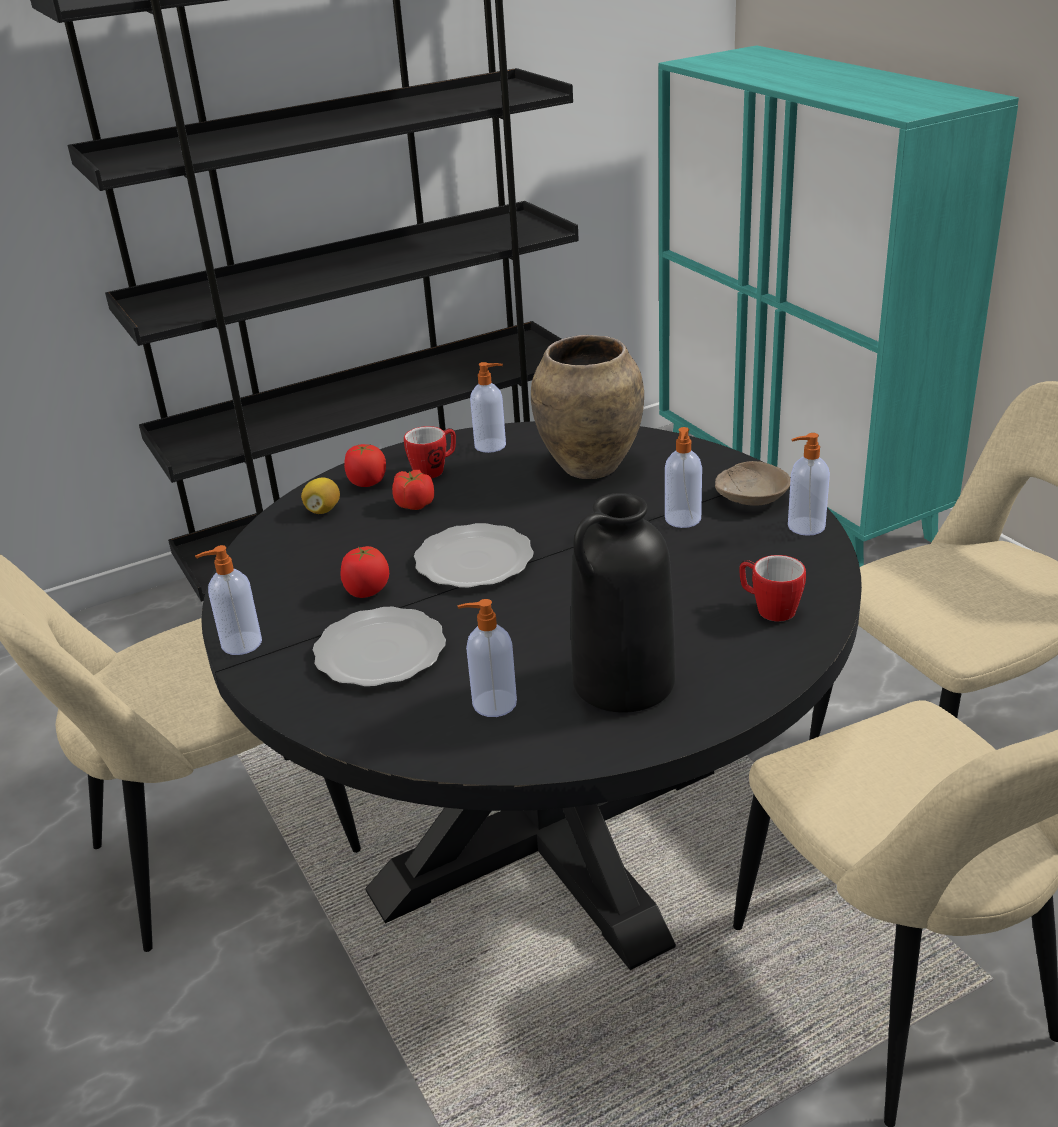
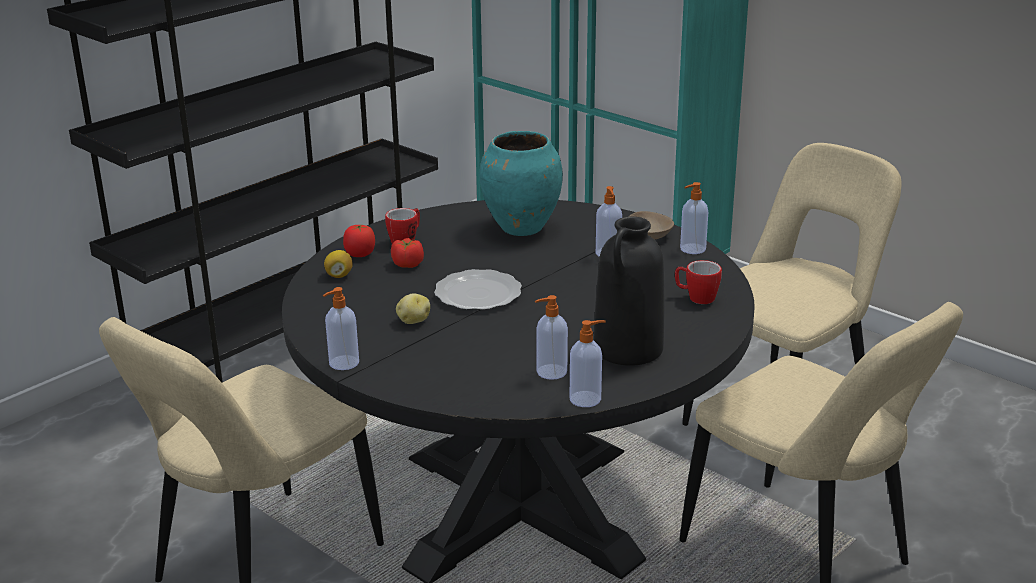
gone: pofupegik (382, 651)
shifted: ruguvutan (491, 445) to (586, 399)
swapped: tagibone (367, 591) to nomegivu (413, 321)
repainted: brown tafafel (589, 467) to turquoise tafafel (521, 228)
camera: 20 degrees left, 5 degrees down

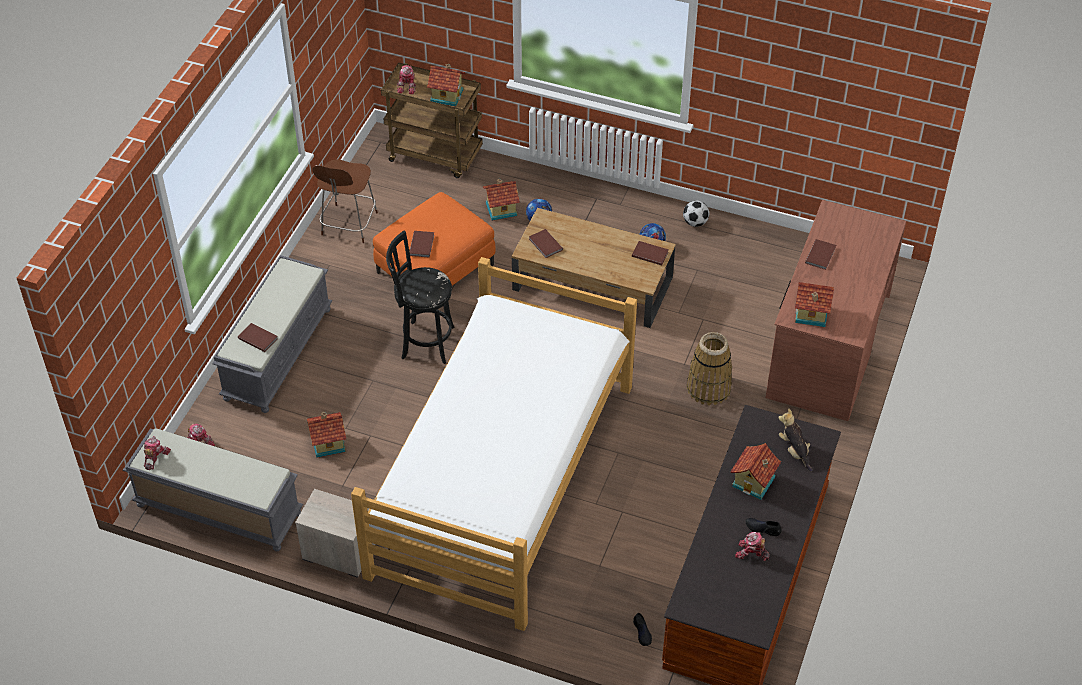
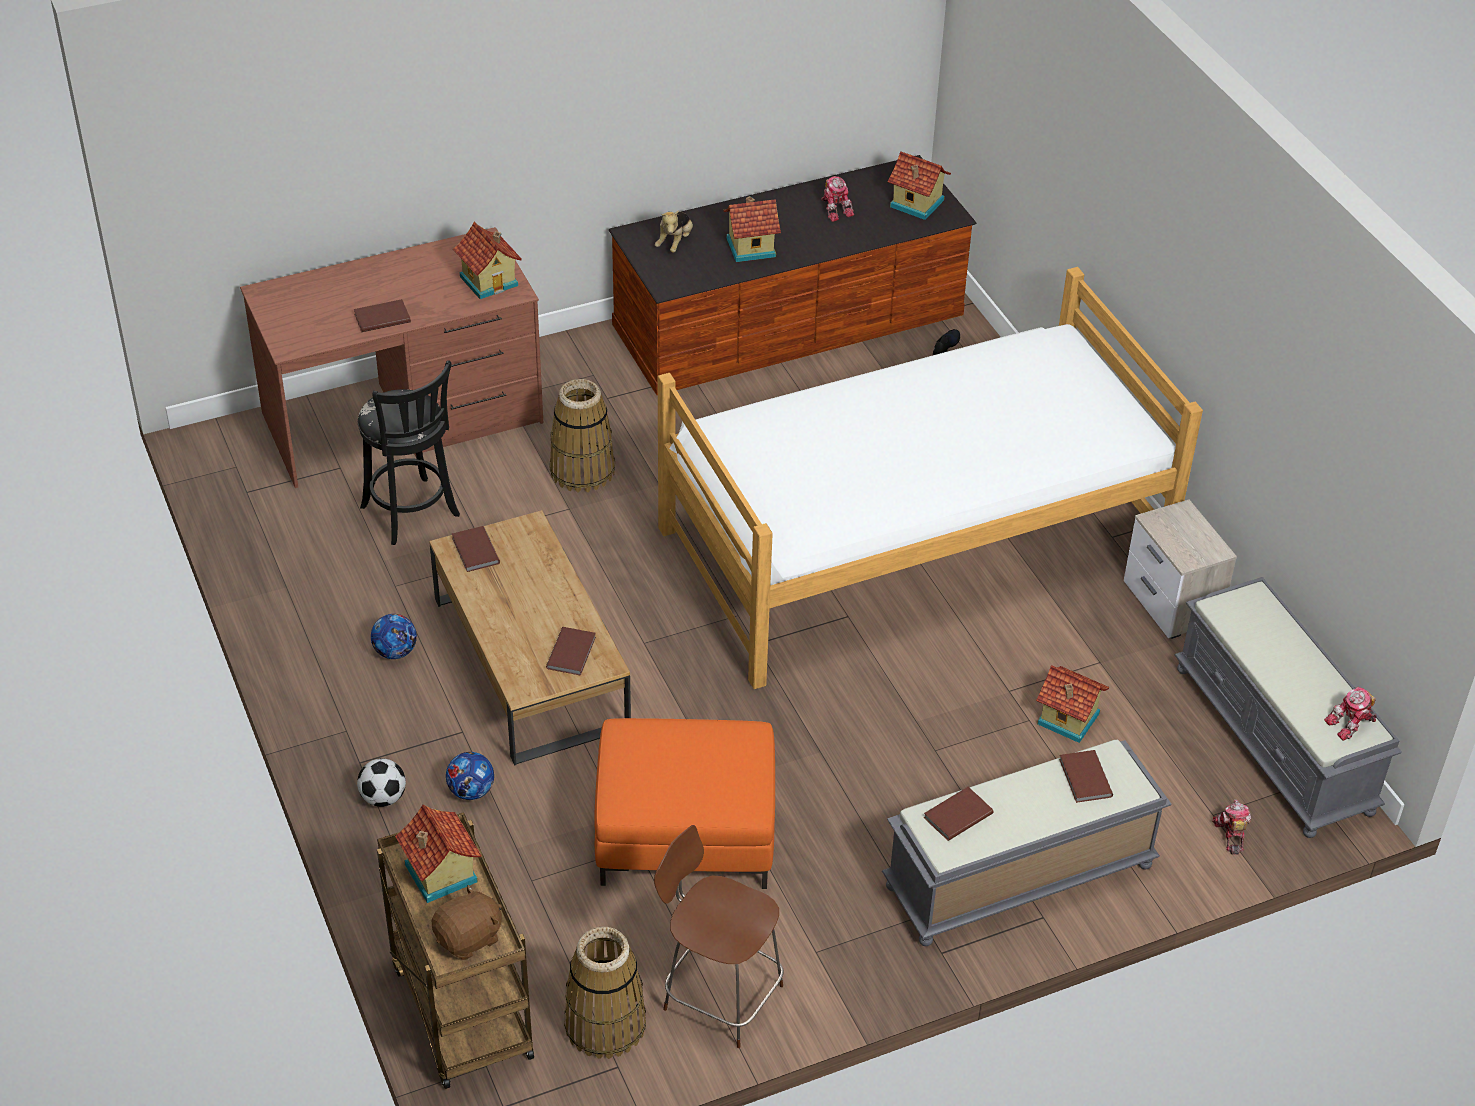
gone: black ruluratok (762, 528)
new: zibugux (604, 1024)
shifted: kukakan (501, 208) to (916, 204); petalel (695, 222) to (383, 798); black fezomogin (424, 342) to (412, 514); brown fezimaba (422, 245) to (956, 815)
swapped: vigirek (408, 86) to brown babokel (469, 938)
rotated: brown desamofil (348, 225) = (719, 995) 120 degrees counterclockwise
camera: 135 degrees left, 5 degrees down

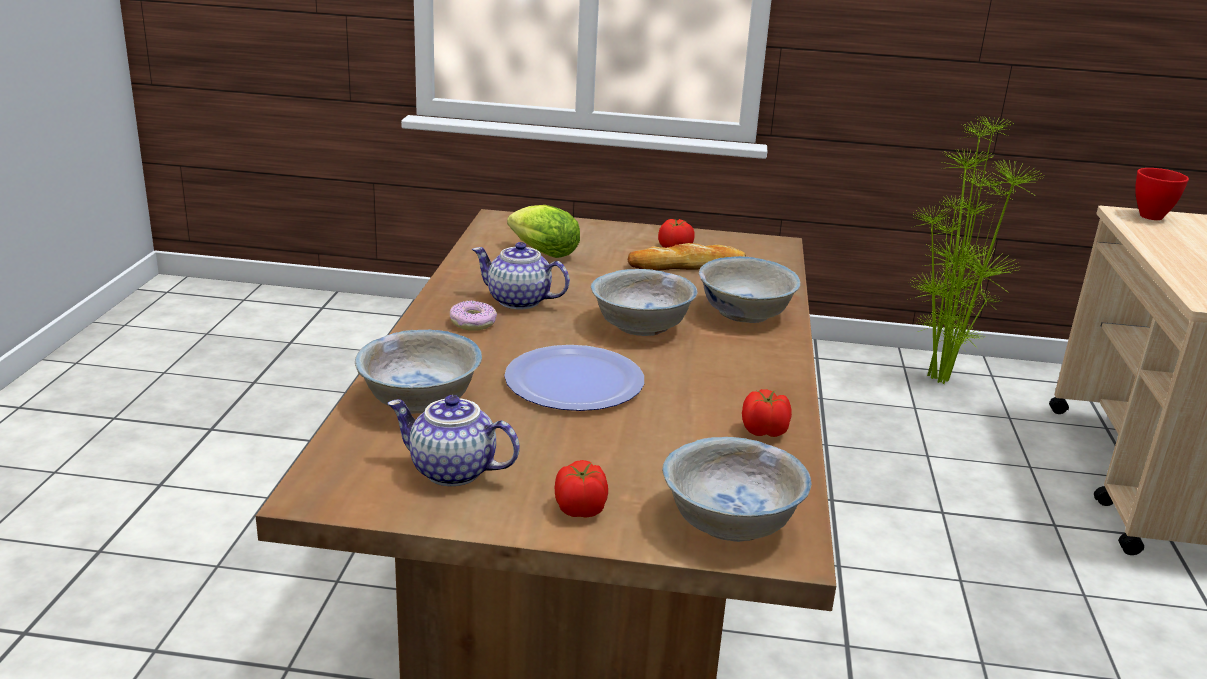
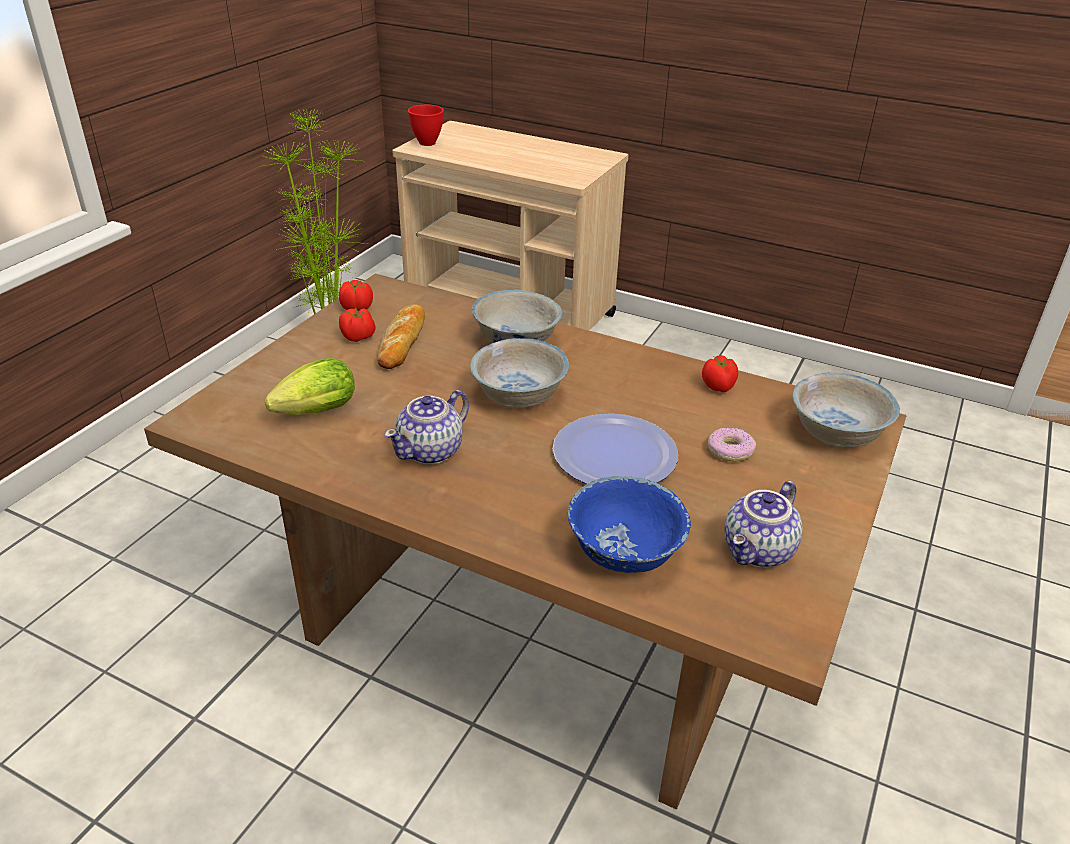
shifted: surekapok (473, 323) to (729, 450); tagibone (579, 510) to (357, 308)
repainted: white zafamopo (420, 399) to blue zafamopo (624, 550)
camera: 70 degrees left, 10 degrees up

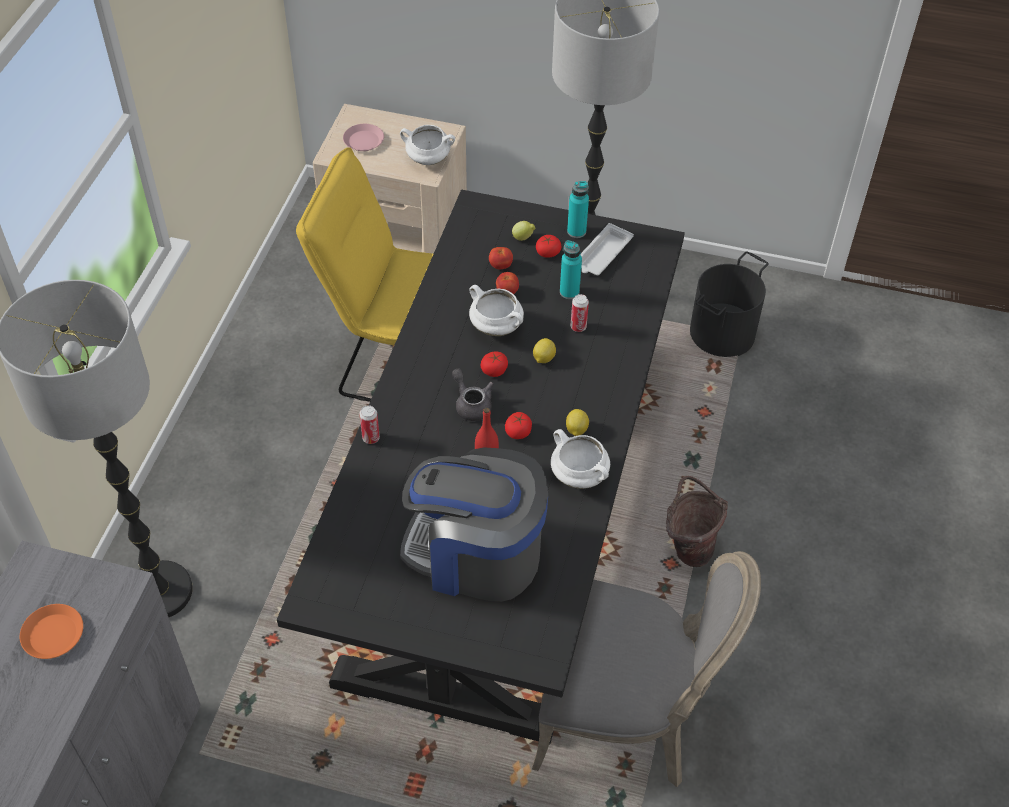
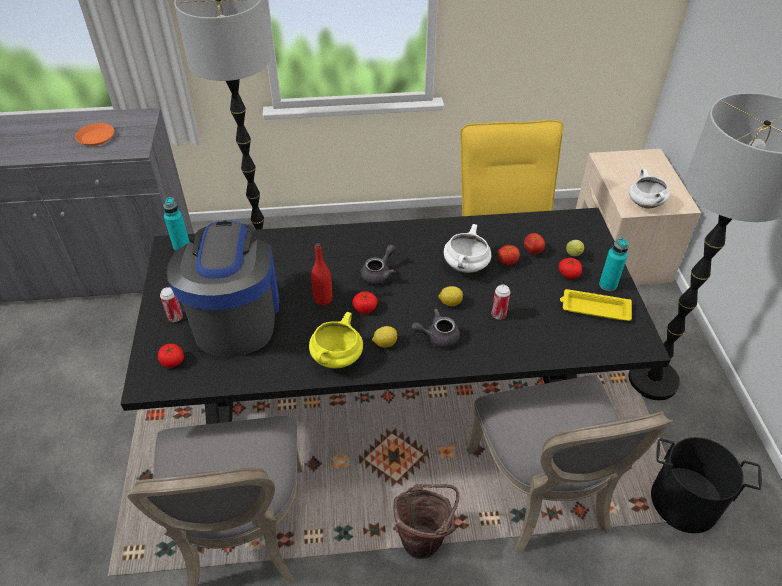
gone: pink pofupegik (363, 141)
new: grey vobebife (437, 337); grey desamofil (544, 493)
shifted: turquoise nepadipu (569, 292) to (181, 246); tagibone (494, 370) to (172, 361); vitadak (371, 438) to (175, 317)
repainted: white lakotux (602, 254) to yellow lakotux (594, 308); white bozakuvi (580, 476) to yellow bozakuvi (337, 358)
camera: 70 degrees right, 5 degrees down

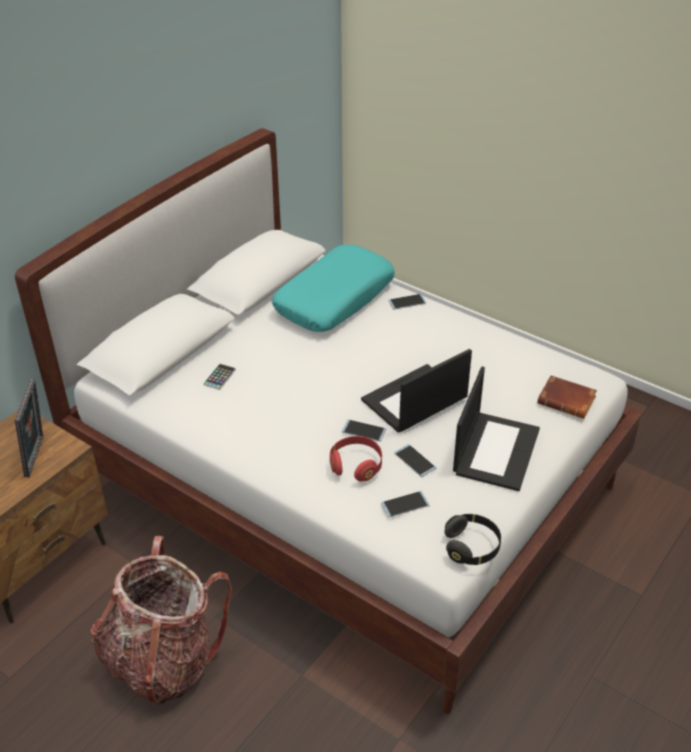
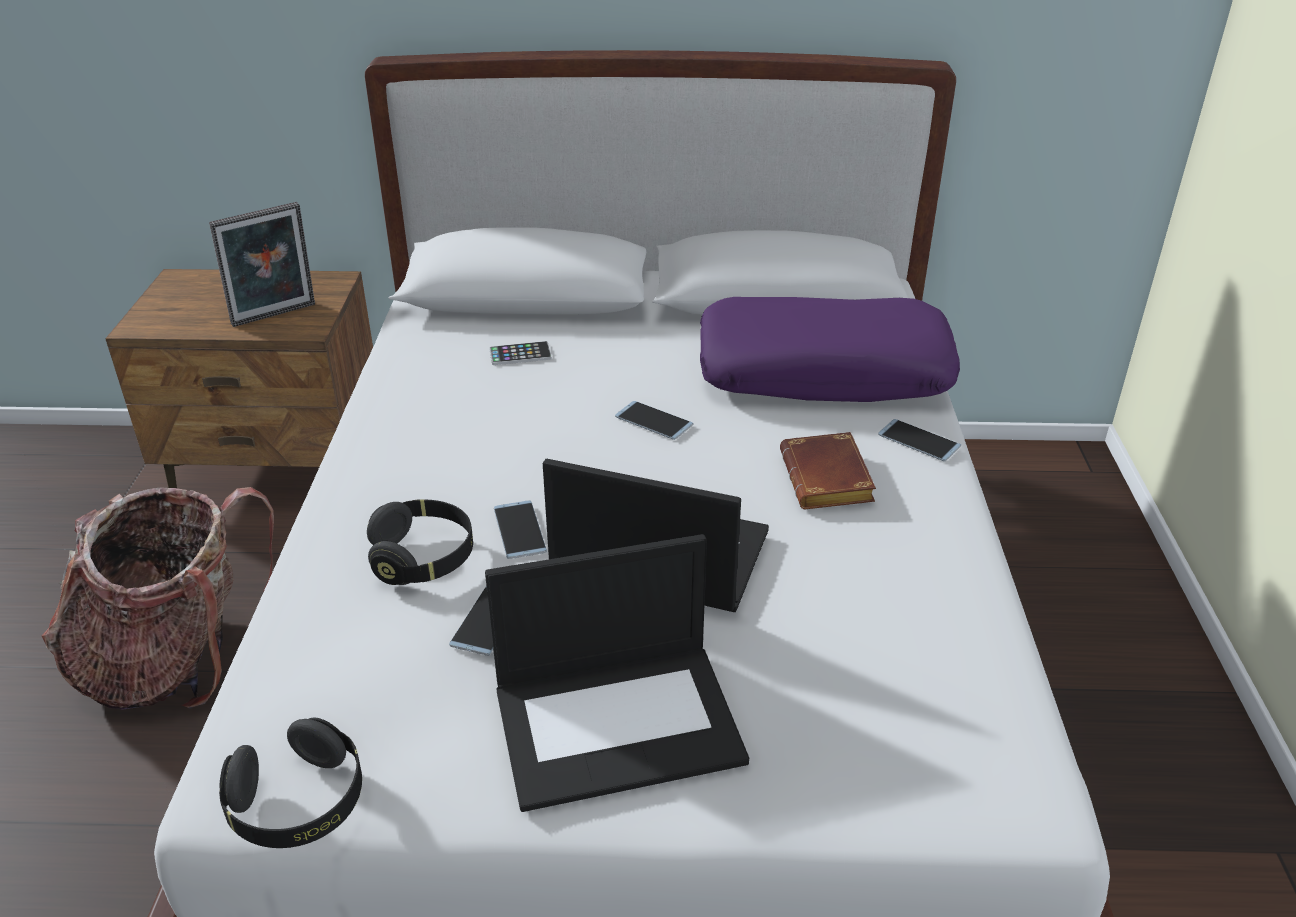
shifted: brown fezimaba (568, 401) to (829, 481); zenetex (405, 504) to (653, 421)
repainted: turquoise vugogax (334, 299) to purple vugogax (823, 371); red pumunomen (356, 465) to black pumunomen (423, 558)
camera: 55 degrees right, 5 degrees down

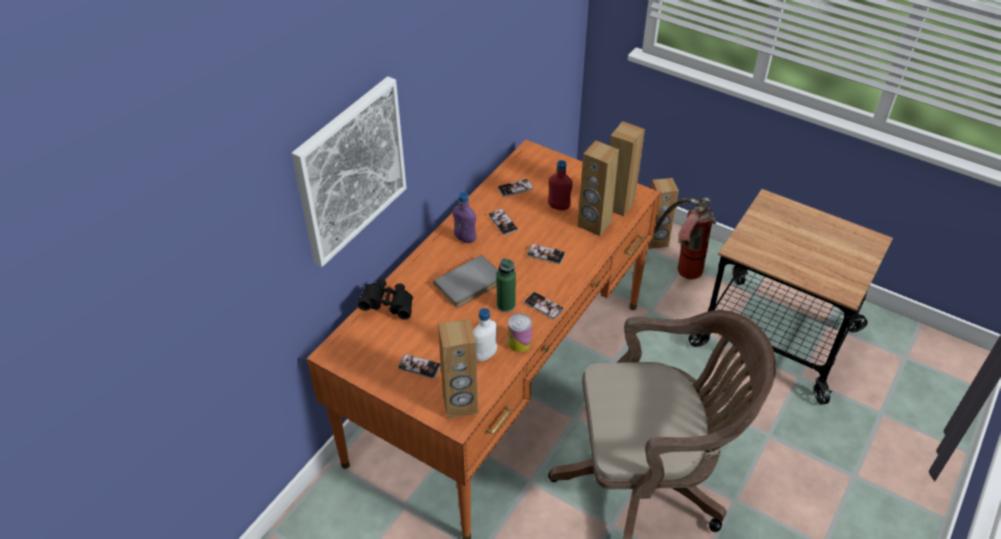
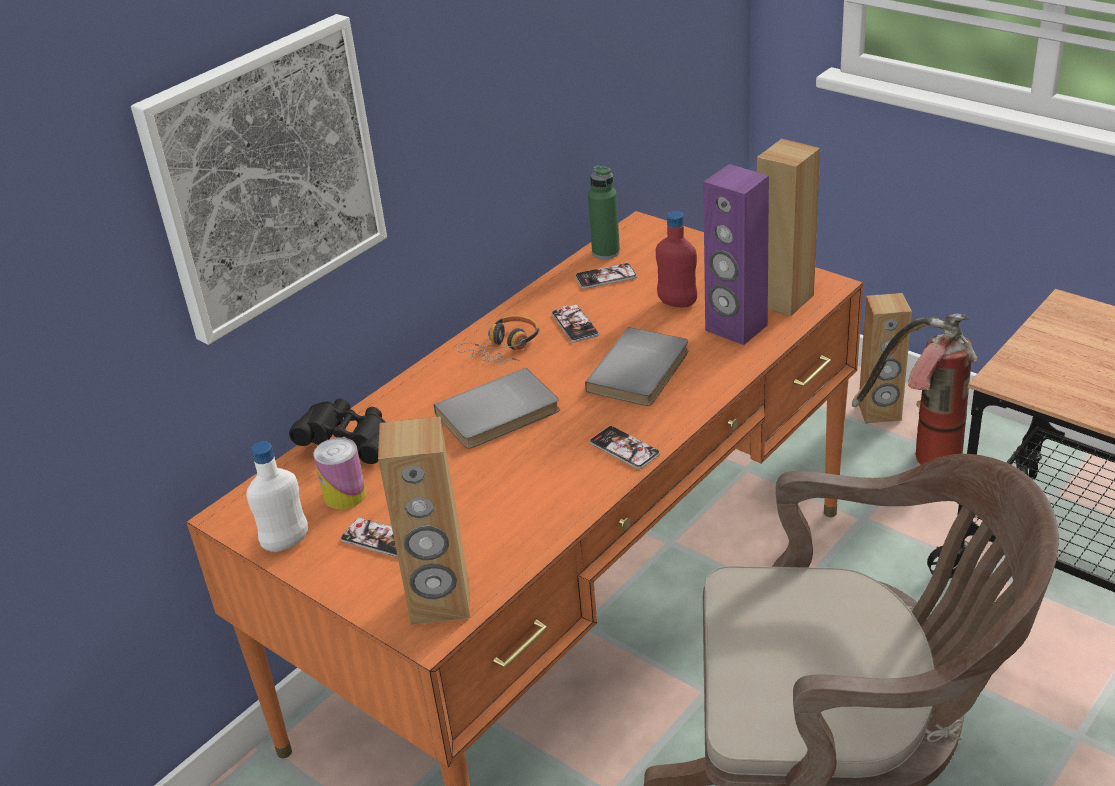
shifted: green nepadipu (506, 305) to (606, 252); white nepadipu (485, 355) to (286, 543); vitadak (519, 343) to (345, 495)
swapped: purple nepadipu (465, 239) to pumunomen (505, 348); zenetex (546, 254) to grey fezimaba (642, 371)
repainted: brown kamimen (594, 224) to purple kamimen (735, 328)
camera: 10 degrees right, 10 degrees down

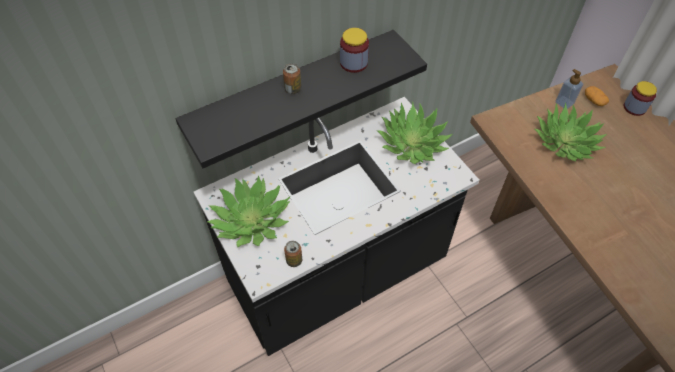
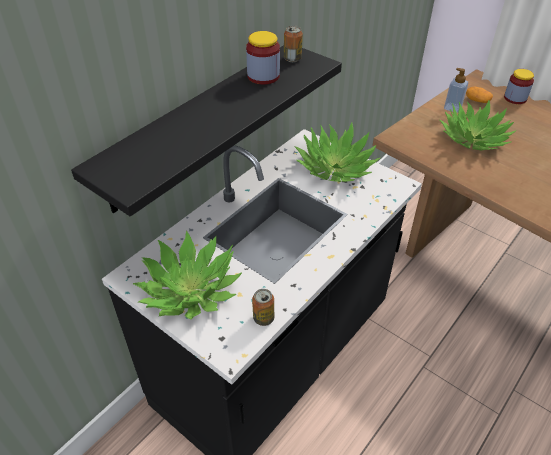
shifted: vitadak (293, 89) to (292, 59)
camera: 20 degrees left, 10 degrees down

